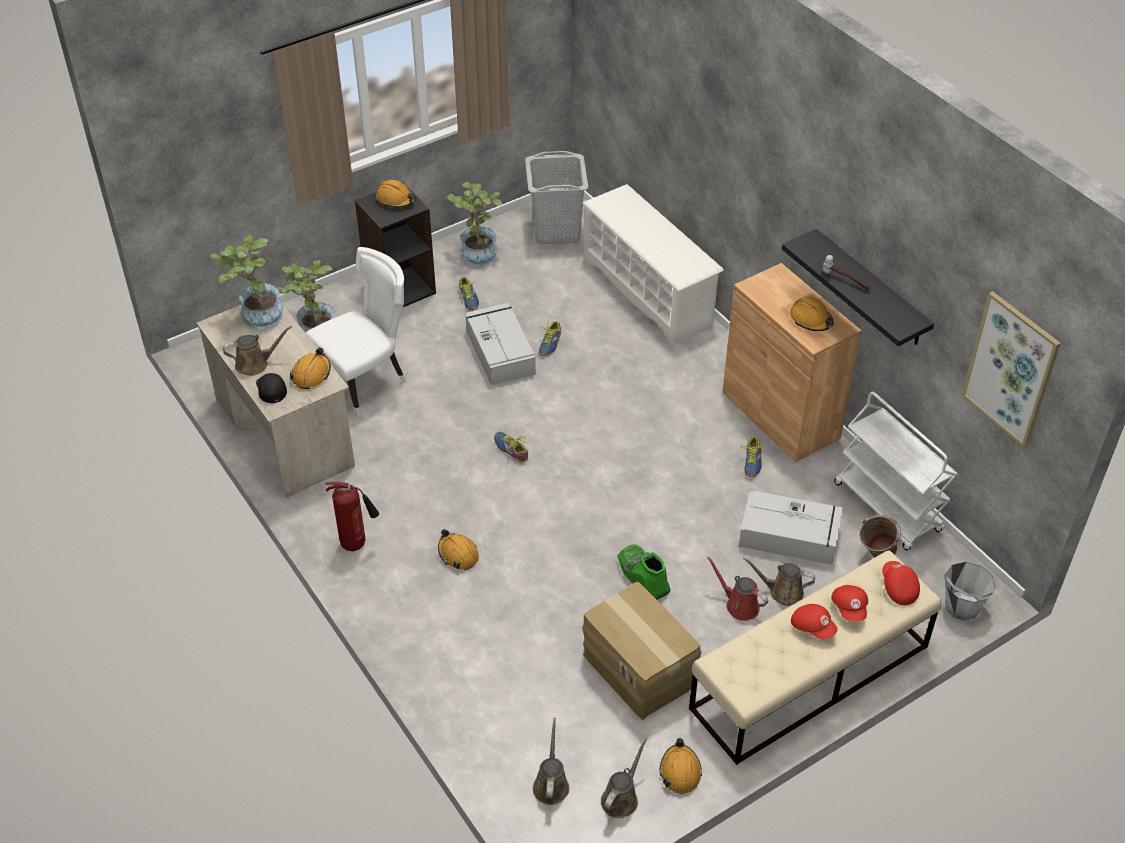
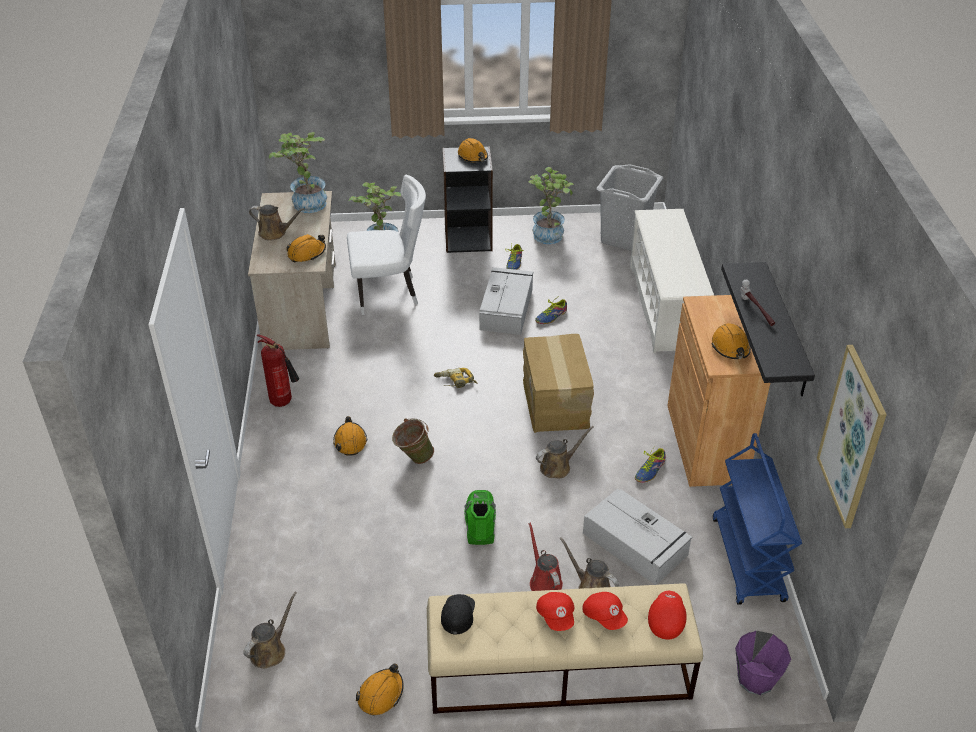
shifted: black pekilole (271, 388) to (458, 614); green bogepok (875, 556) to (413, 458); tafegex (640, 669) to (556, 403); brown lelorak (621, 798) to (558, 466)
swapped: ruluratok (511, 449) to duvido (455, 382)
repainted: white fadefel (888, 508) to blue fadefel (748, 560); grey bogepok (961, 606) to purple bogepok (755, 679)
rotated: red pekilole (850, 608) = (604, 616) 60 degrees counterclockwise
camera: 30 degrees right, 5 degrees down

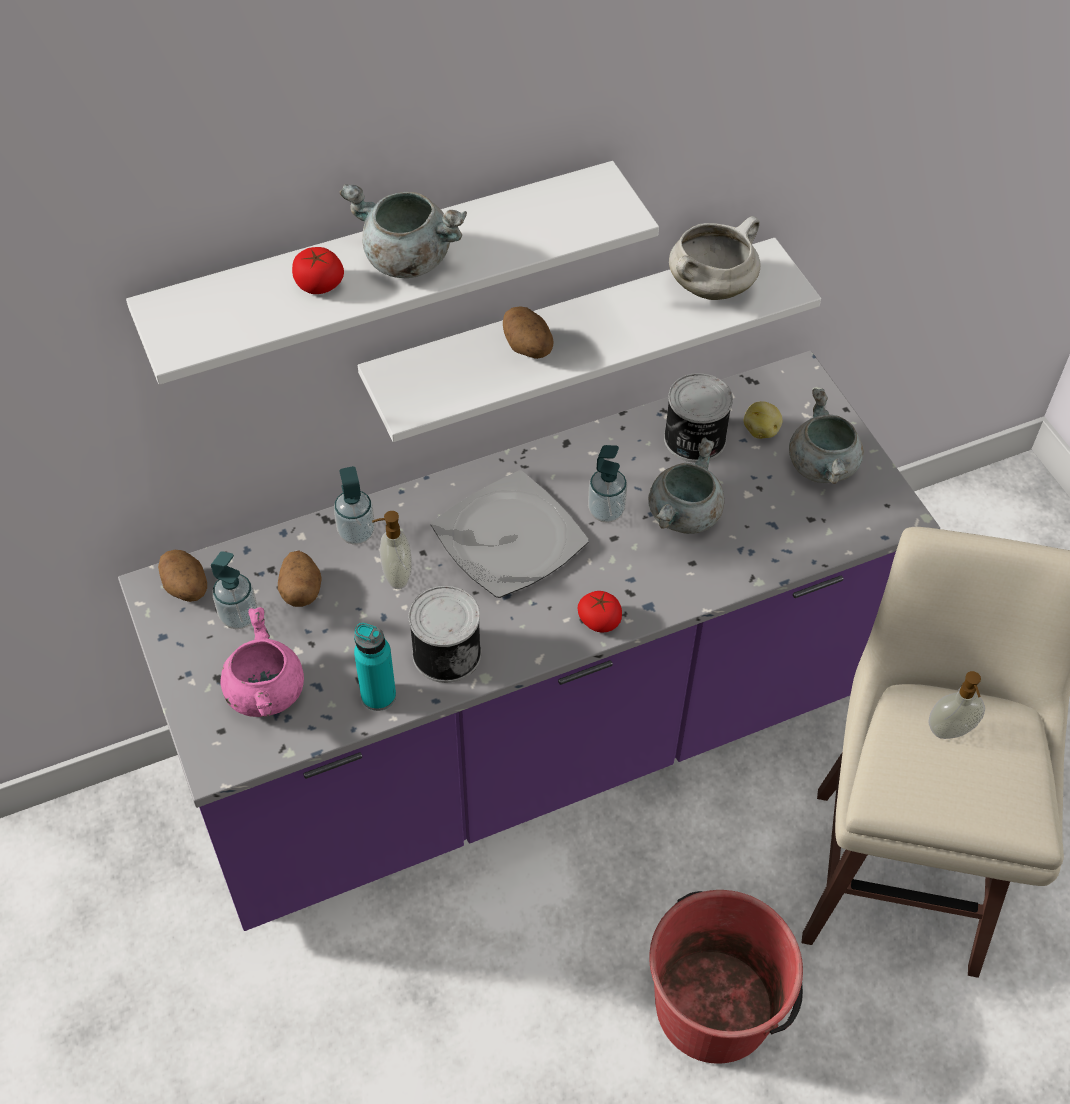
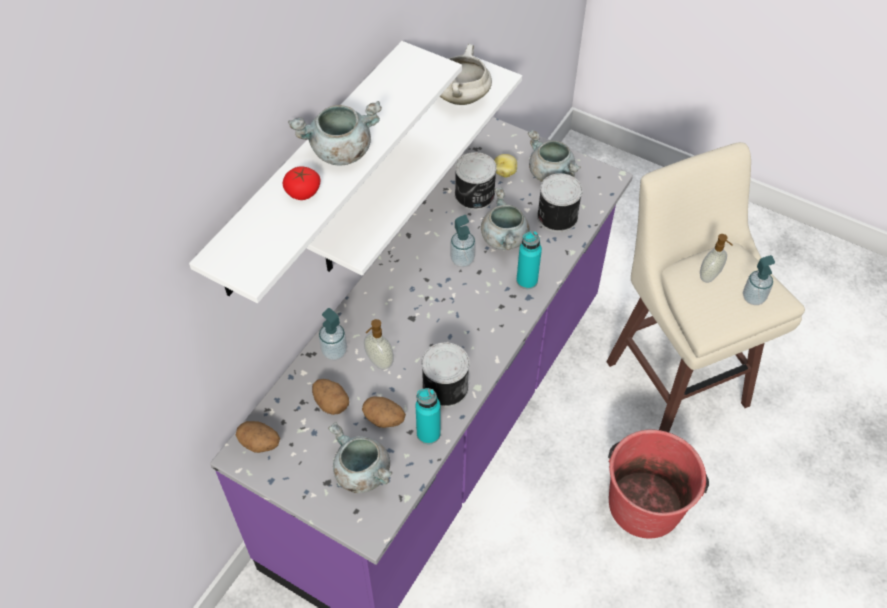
gone: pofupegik (511, 538); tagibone (599, 620)
new: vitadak (556, 216); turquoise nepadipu (527, 281)
shifted: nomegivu (528, 348) to (384, 419); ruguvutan (239, 616) to (753, 297)
repainted: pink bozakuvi (264, 691) to grey bozakuvi (361, 473)
camera: 35 degrees left, 0 degrees up

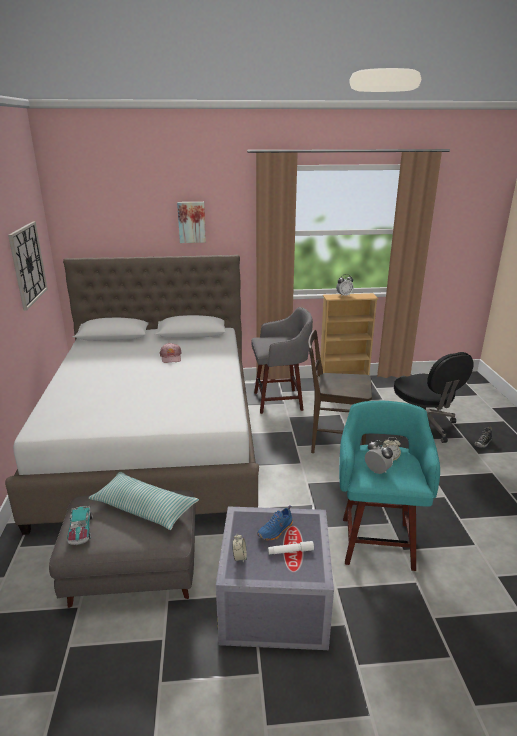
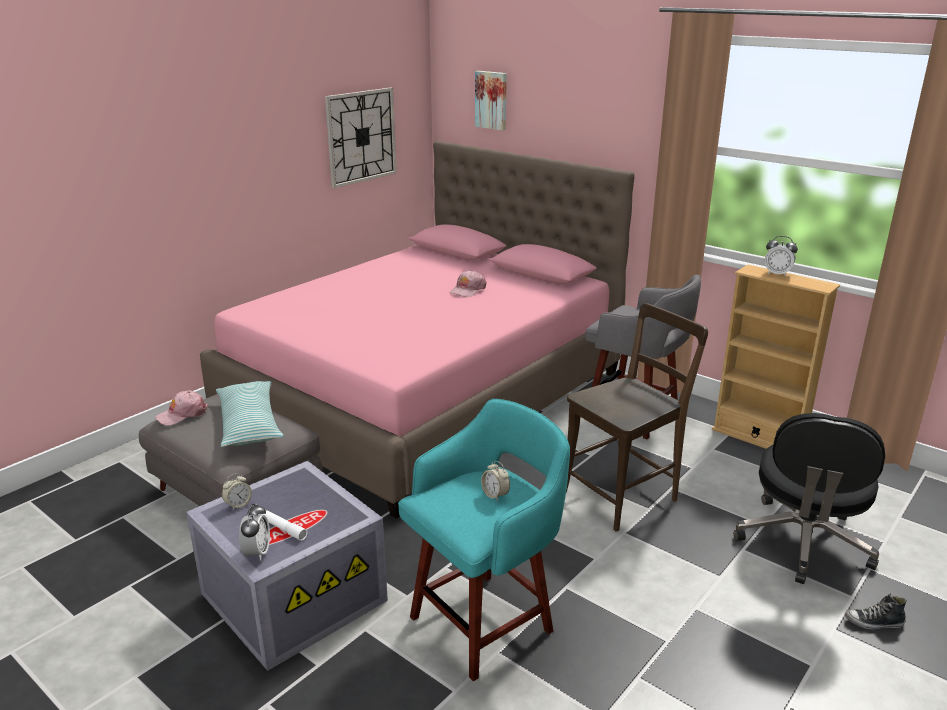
gone: blue ruluratok (276, 531)
shifted: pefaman (191, 222) to (492, 100); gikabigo (377, 471) to (257, 552)
swapped: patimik (80, 530) to pink pekilole (182, 414)
repainted: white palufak (155, 442) to pink palufak (425, 394)
rotated: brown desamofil (334, 442) = (624, 494) 90 degrees clockwise
camera: 45 degrees right, 0 degrees up

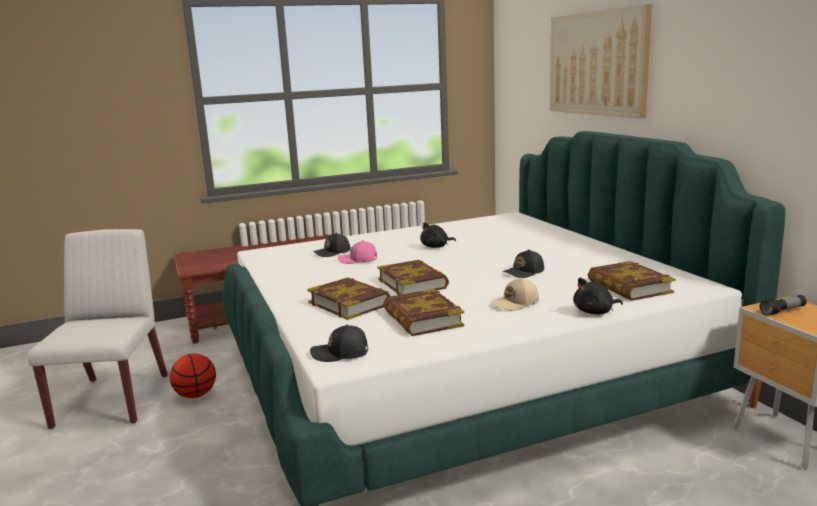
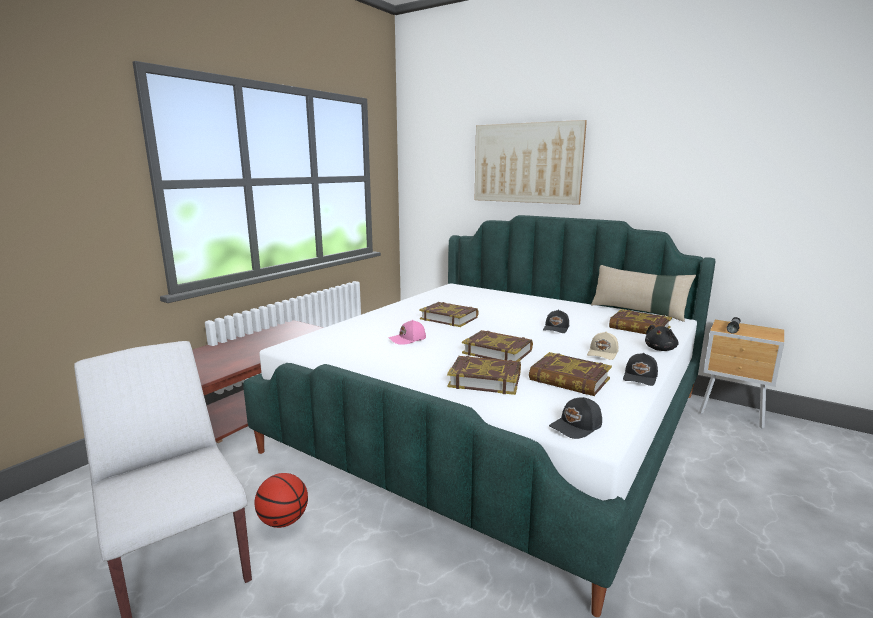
new: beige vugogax (638, 311)
shifted: black pekilole (332, 252) to (640, 377)
swapped: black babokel (436, 247) to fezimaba (449, 318)
camera: 35 degrees left, 0 degrees up

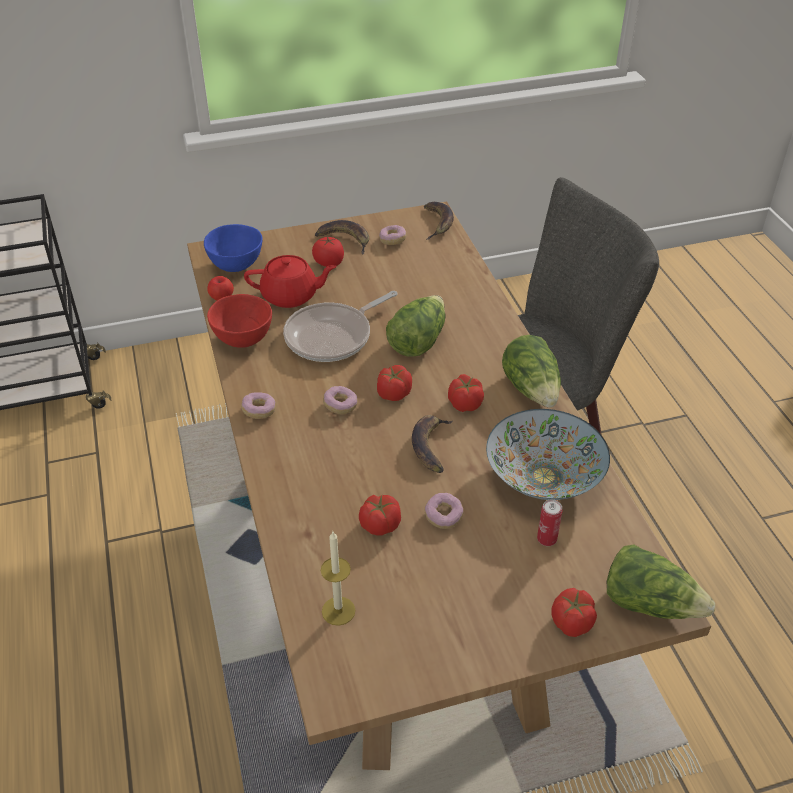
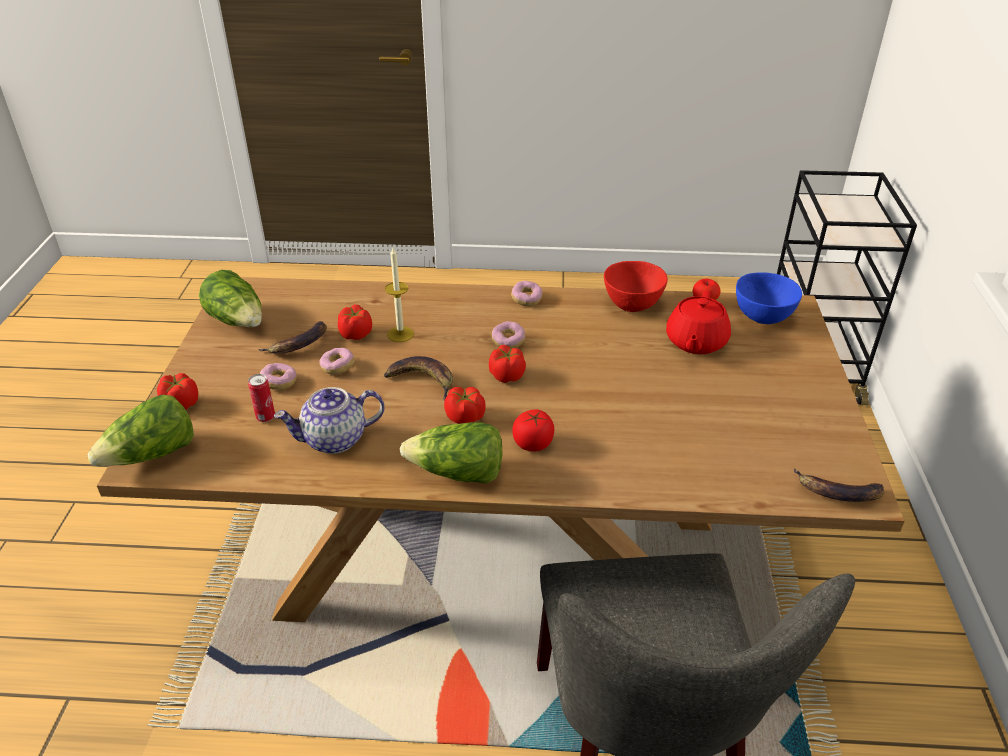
gone: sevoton (333, 336)
shifted: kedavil (345, 239) to (298, 344); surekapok (392, 240) to (279, 382); tagibone (329, 263) to (533, 443); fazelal (417, 340) to (238, 321); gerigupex (338, 611) to (400, 334)
swapped: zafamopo (544, 476) to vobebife (334, 440)
camera: 110 degrees right, 5 degrees down

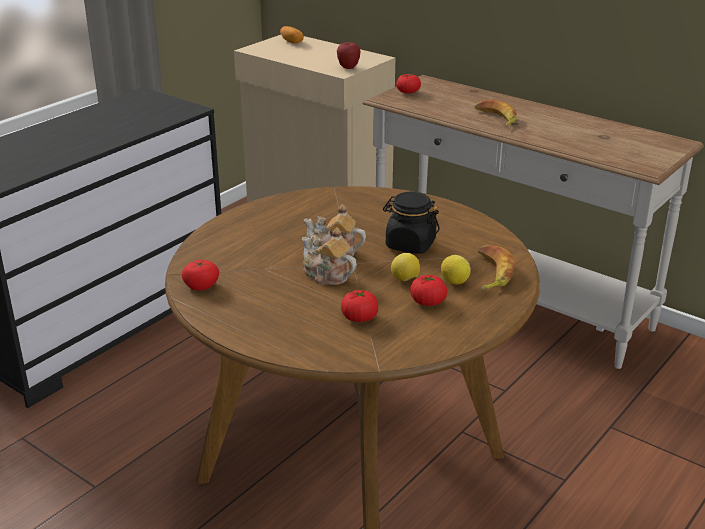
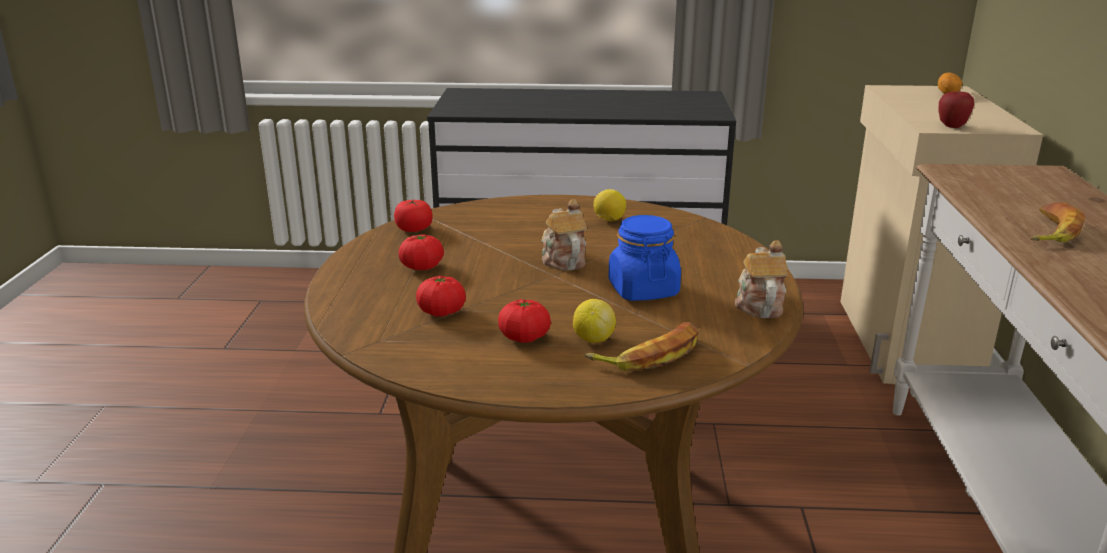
shifted: tagibone (408, 92) to (422, 267); vobebife (327, 275) to (758, 304); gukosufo (405, 280) to (609, 220)
repainted: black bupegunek (410, 244) to blue bupegunek (643, 290)
camera: 55 degrees right, 5 degrees down

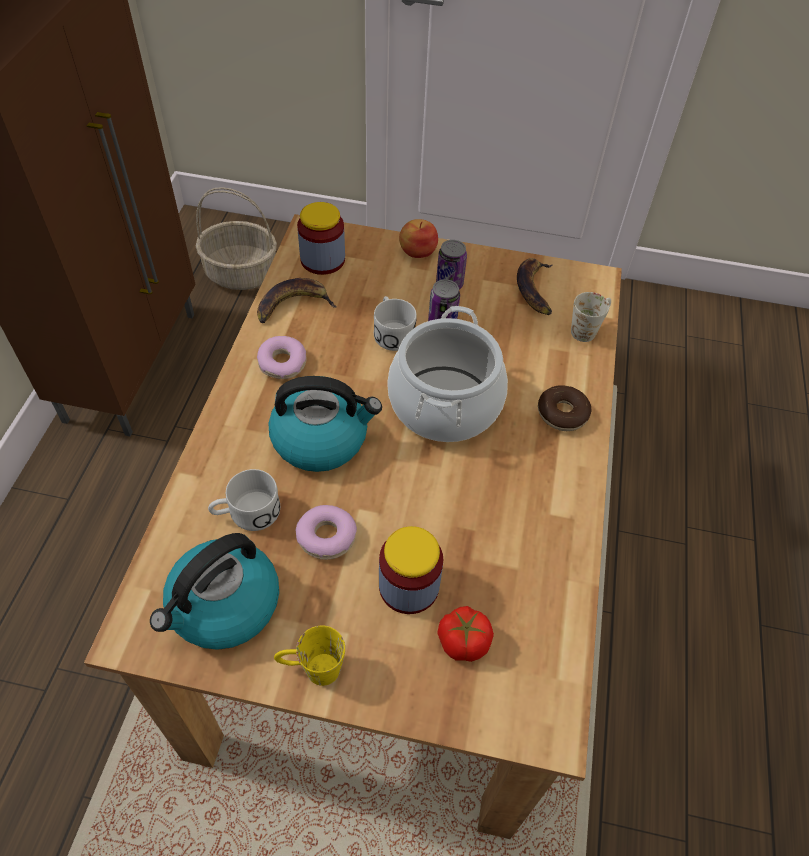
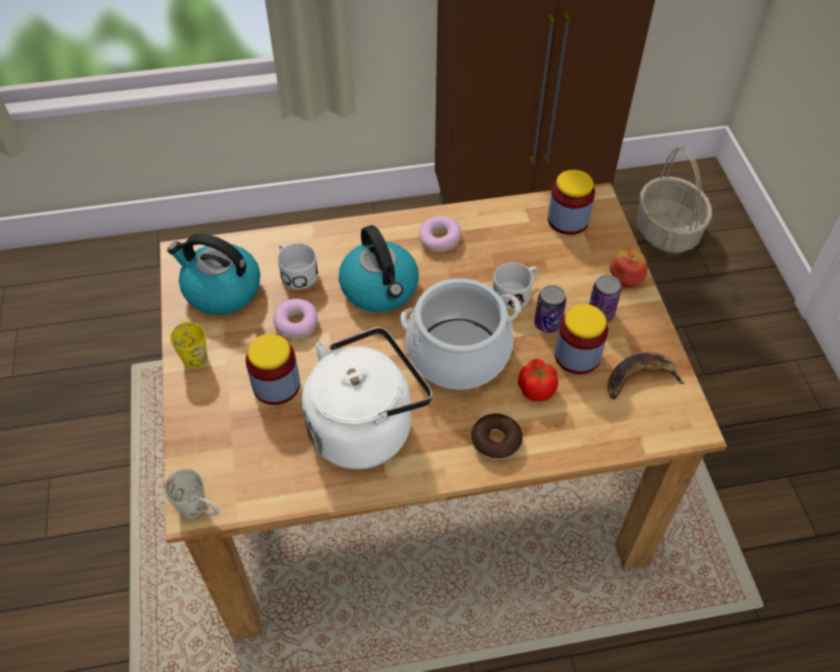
gone: kedavil (293, 305)
new: bupegunek (577, 355); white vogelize (366, 426)
shifted: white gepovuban (588, 329) to (200, 509); tagibone (463, 641) to (536, 389)
camera: 70 degrees right, 0 degrees up

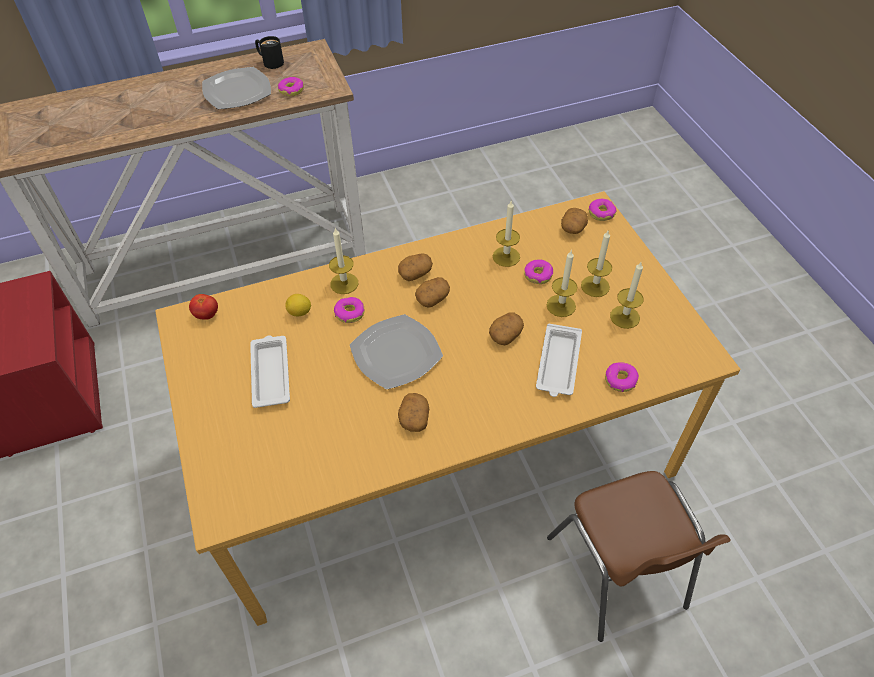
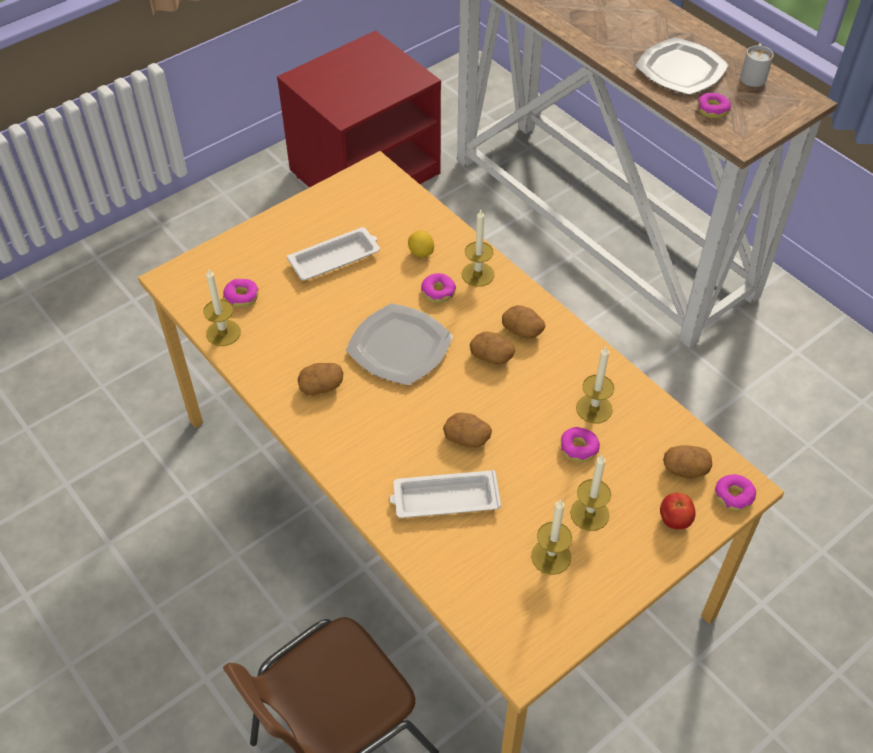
shifted: gerigupex (561, 305) to (223, 333); tagibone (207, 315) to (674, 520); surekapok (620, 380) to (242, 297)
repainted: black gepovuban (270, 62) to white gepovuban (753, 75)
camera: 70 degrees right, 0 degrees up

